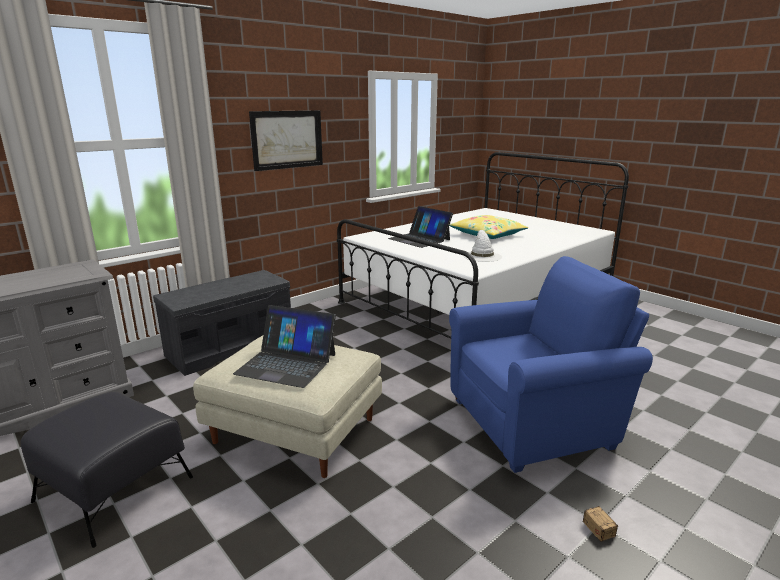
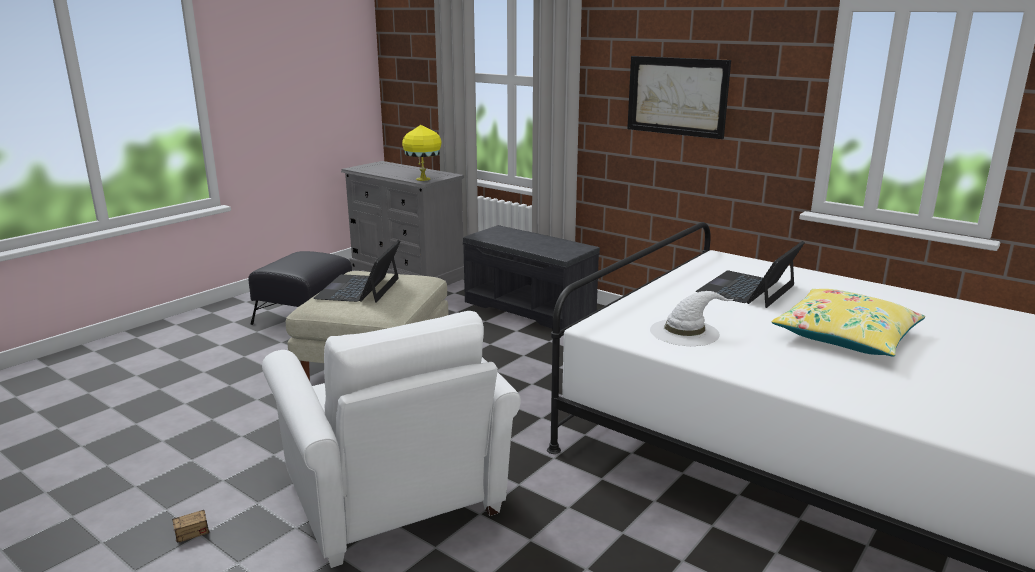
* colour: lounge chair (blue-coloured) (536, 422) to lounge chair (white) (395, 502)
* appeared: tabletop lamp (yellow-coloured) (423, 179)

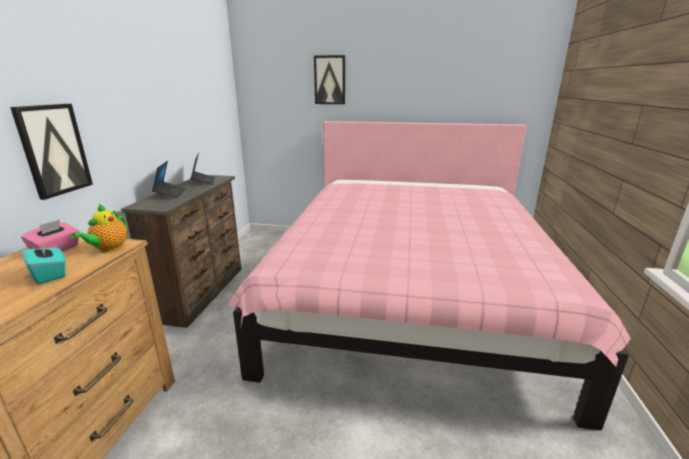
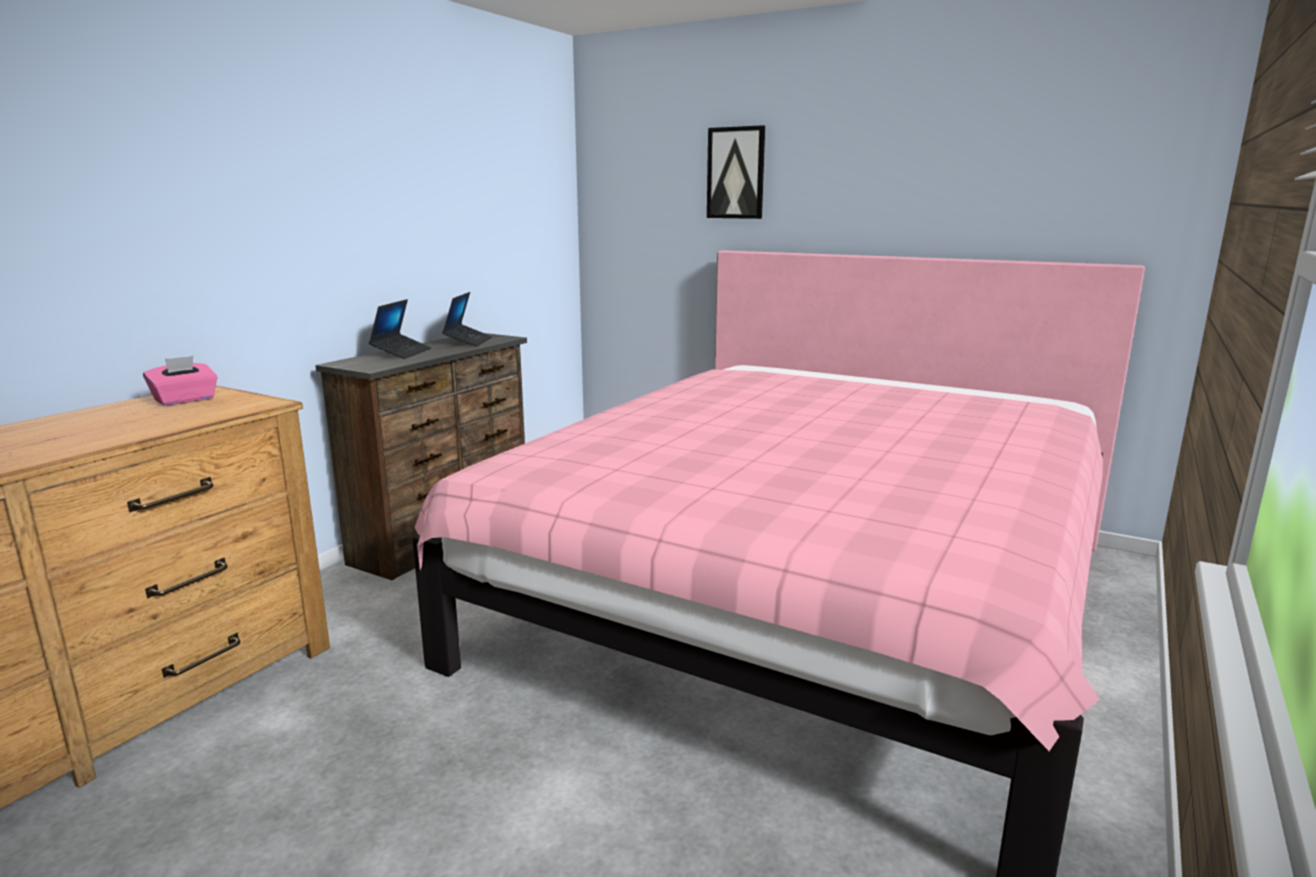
* missing: wall art (53, 150)
* missing: tissue box (turquoise) (50, 274)
* missing: tea pot (109, 249)

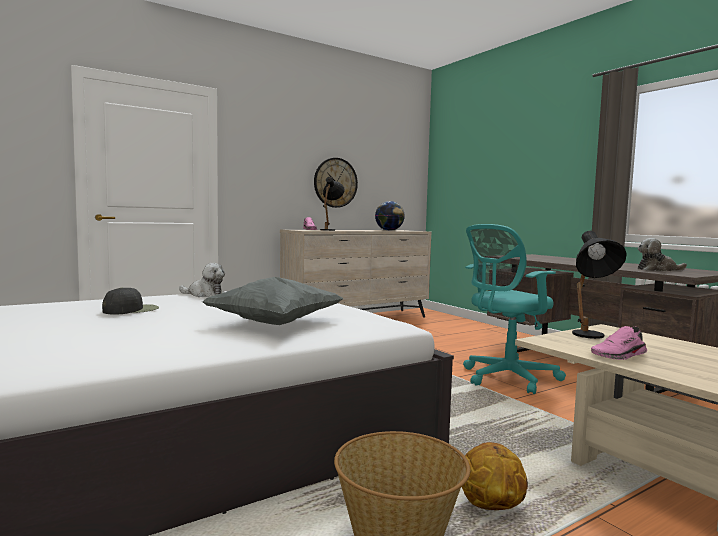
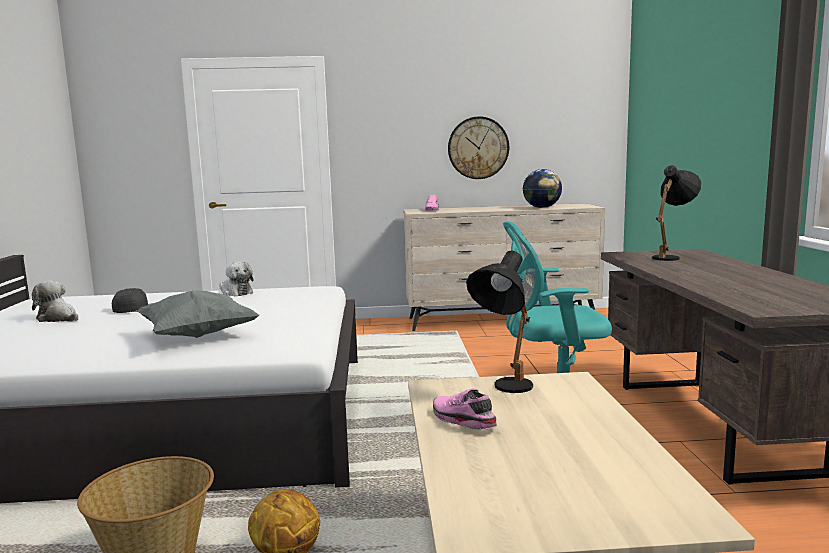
* relocated: cuddly toy (657, 270) to (58, 318)
* spun: low shoe (pink-coloured) (620, 356) = (461, 421) 45 degrees clockwise
* relocated: tabletop lamp (blackish) (330, 230) to (671, 257)

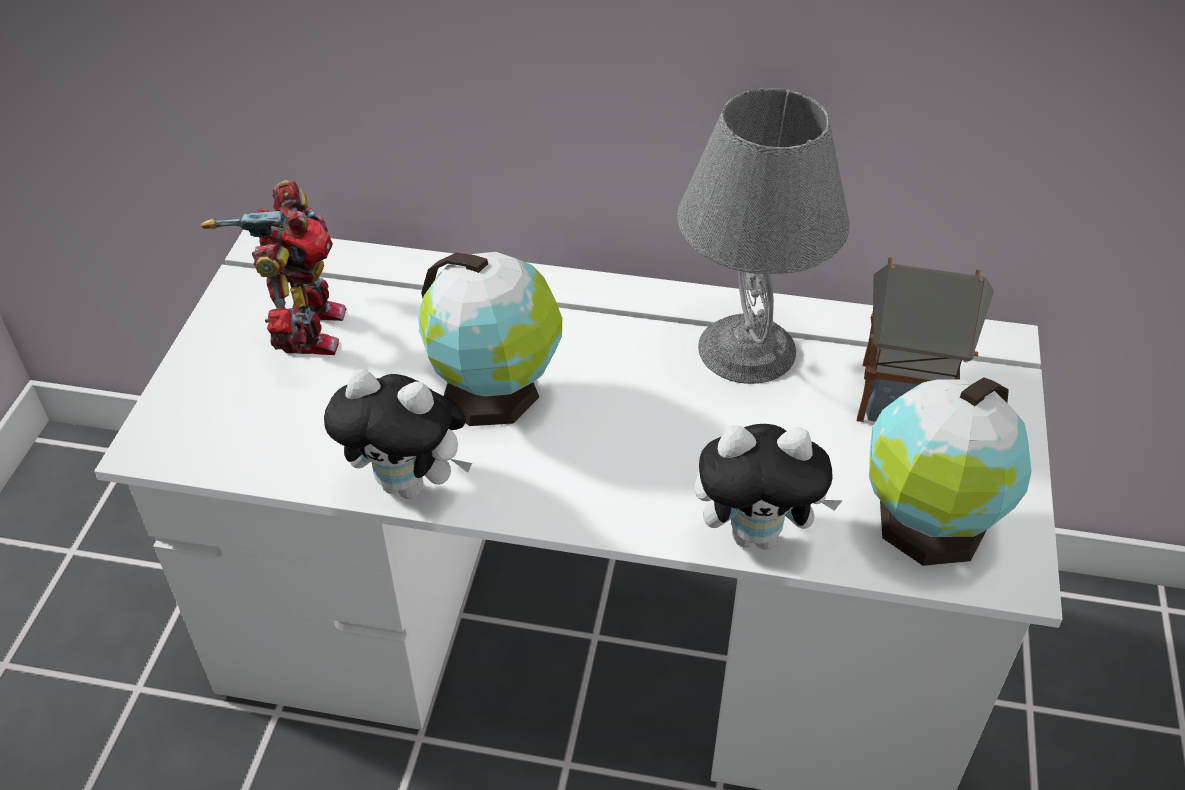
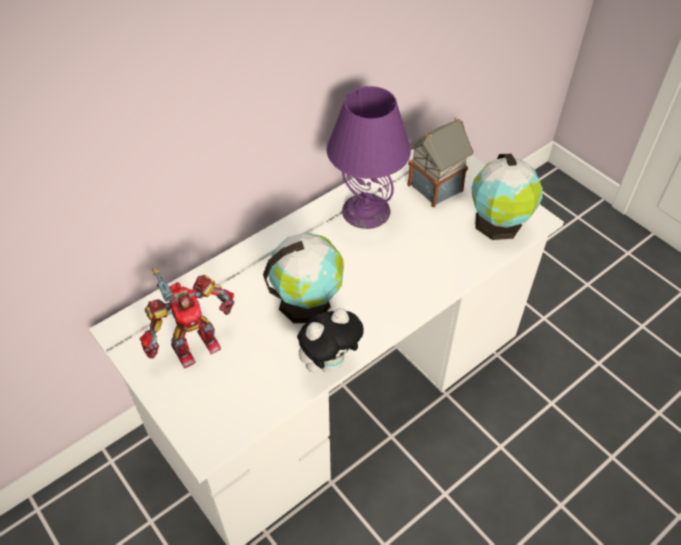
* spun: model robot (307, 330) = (194, 344) 105 degrees clockwise
* colour: tabletop lamp (gray) (745, 348) to tabletop lamp (purple) (365, 211)
* missing: cuddly toy (757, 533)

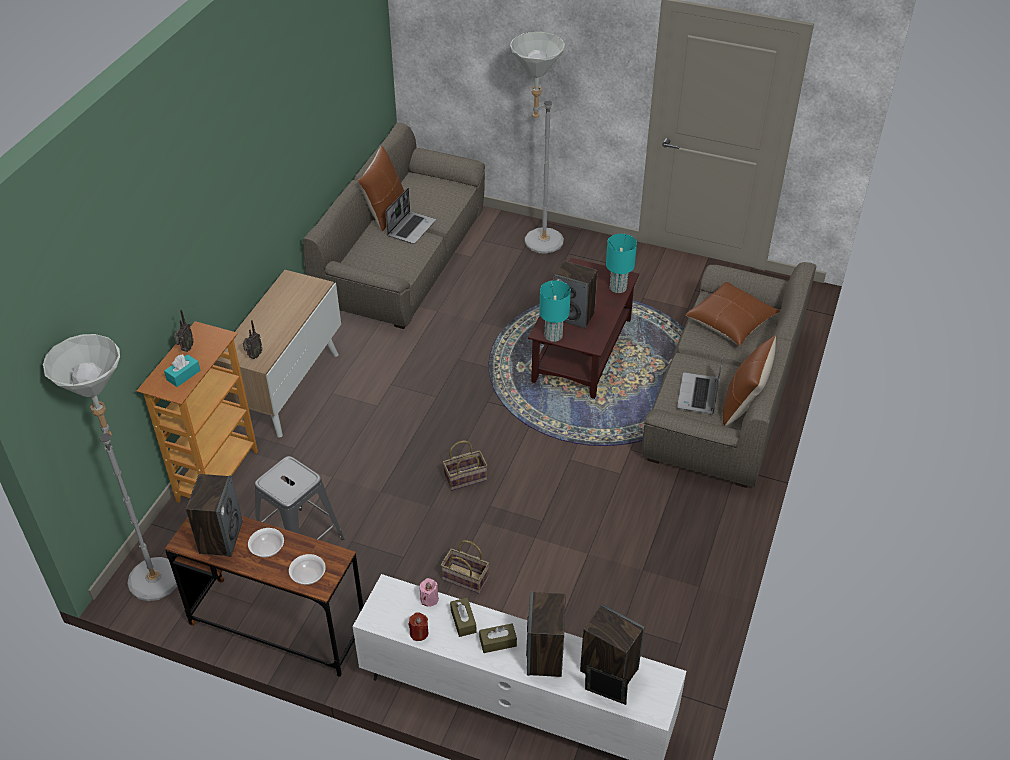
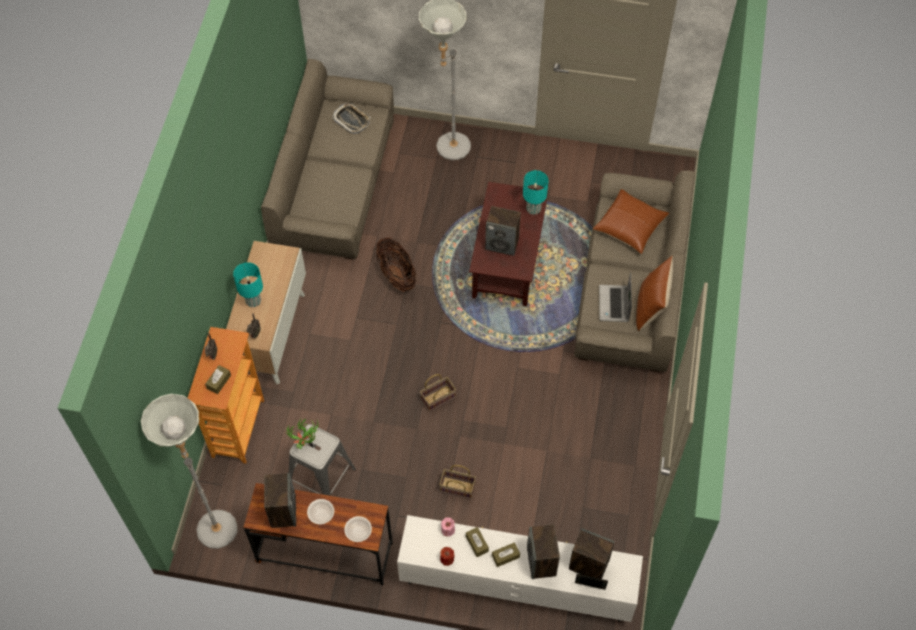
* colour: tissue box (turquoise) (183, 375) to tissue box (brown) (219, 382)
* relocated: tabletop lamp (turquoise) (553, 335) to (253, 300)
* appeared: potted plant (306, 443)
* appeared: carrying tray (351, 120)
* appeared: storage basket (396, 275)
* missing: pillow (brown) (384, 212)
* missing: notebook computer (411, 228)

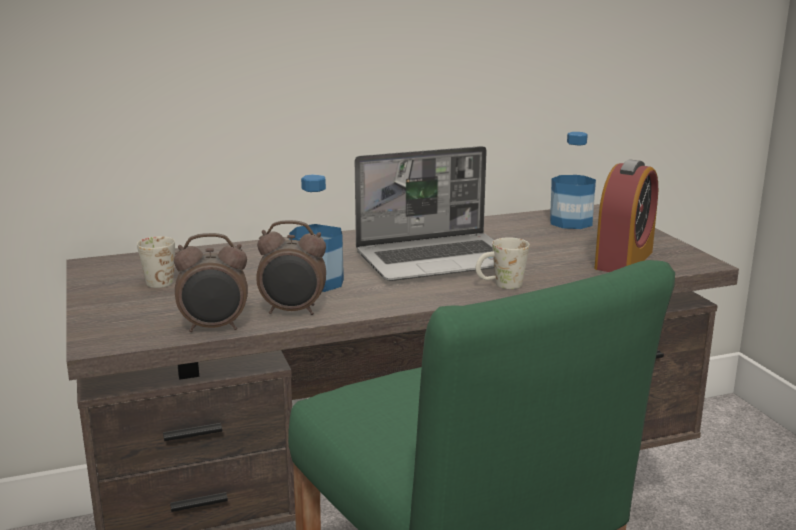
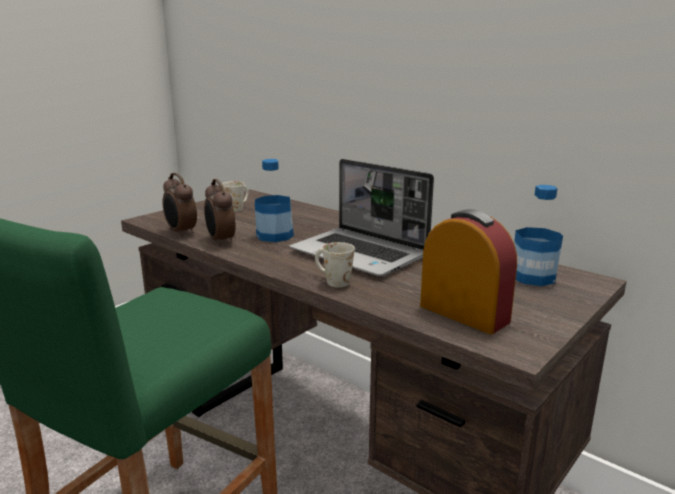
* spun: alarm clock (624, 260) = (464, 313) 135 degrees counterclockwise

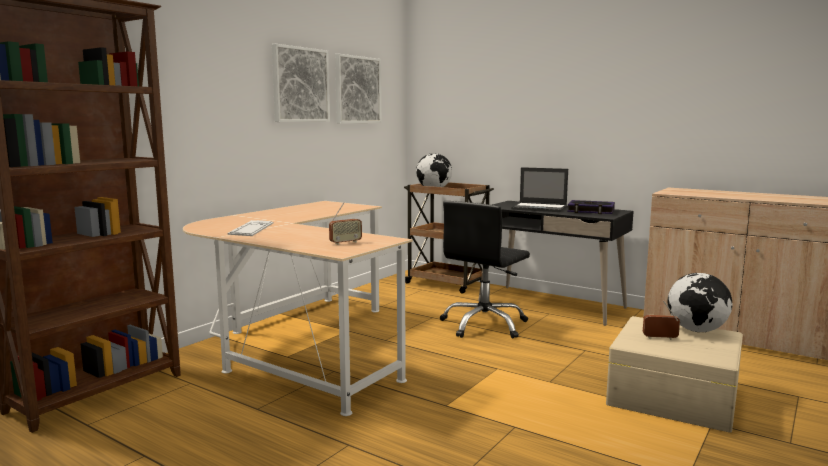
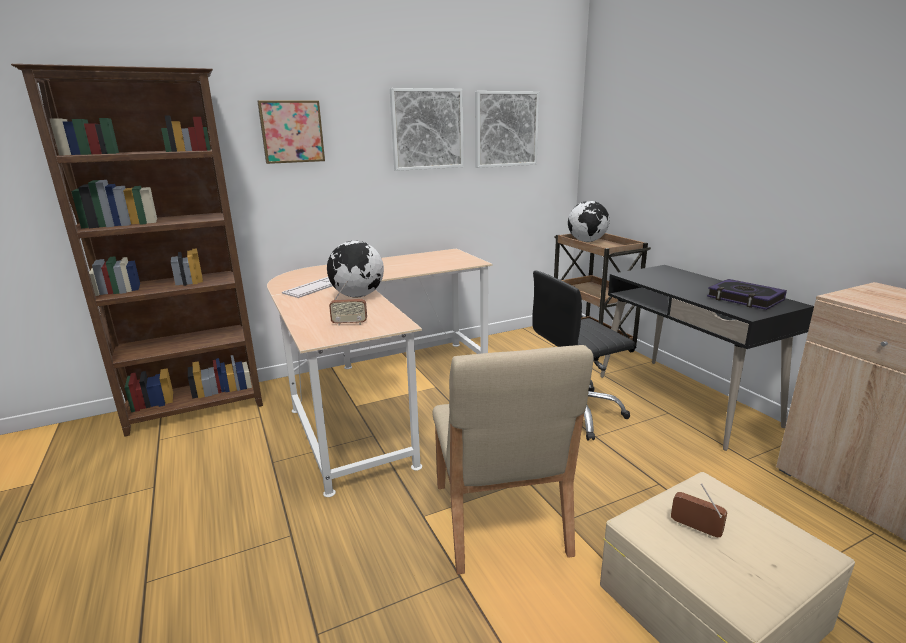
* appeared: wall art (291, 132)
* relocated: globe (697, 330) to (357, 296)
* appeared: chair (beige-coloured) (499, 519)
* missing: notebook computer (540, 208)

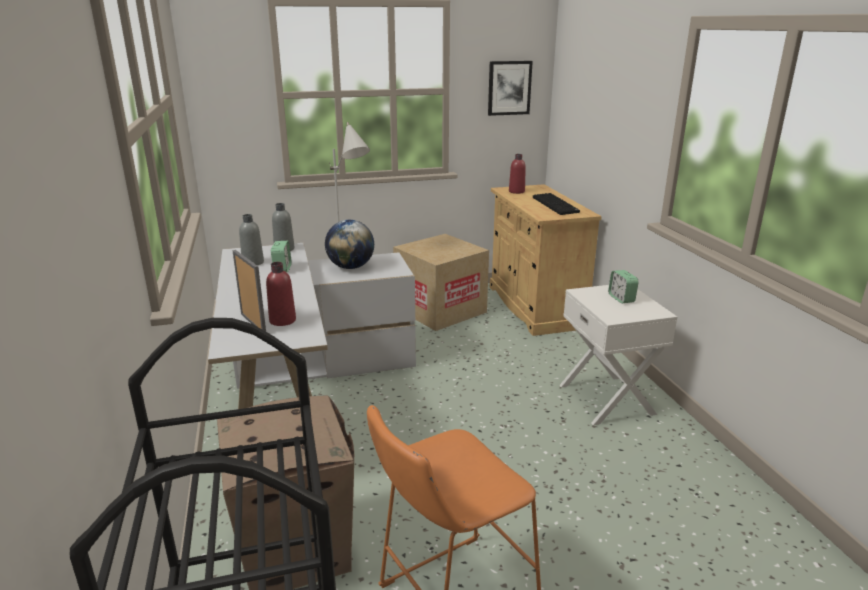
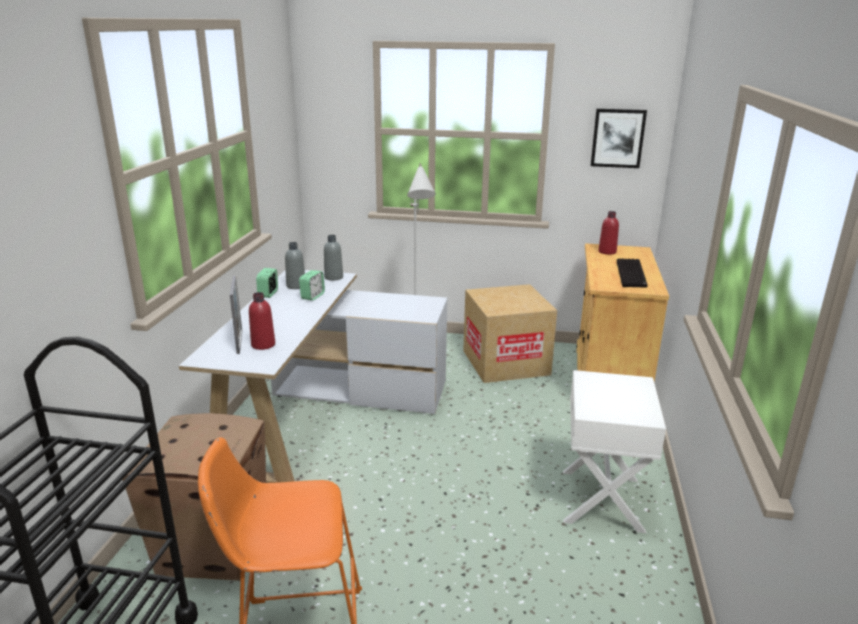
* relocated: alarm clock (621, 298) to (268, 294)
* missing: globe (351, 267)

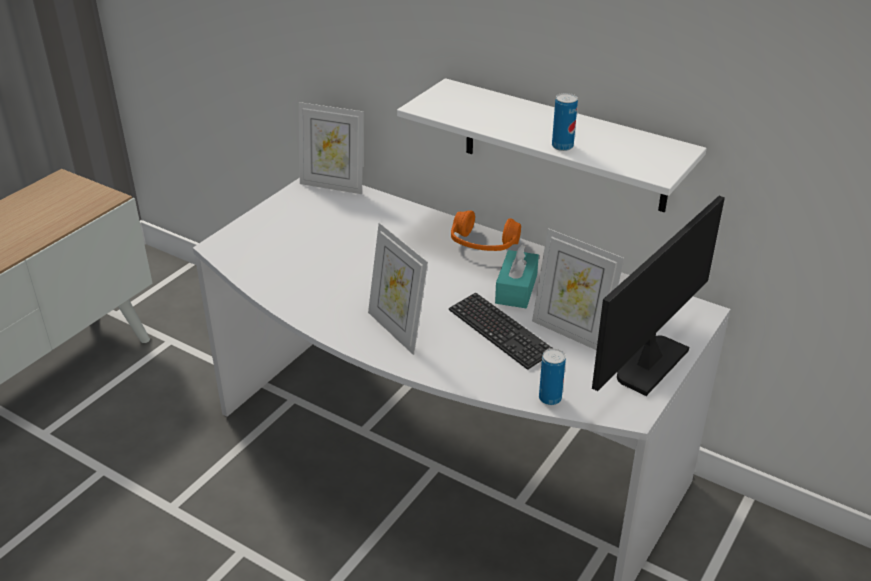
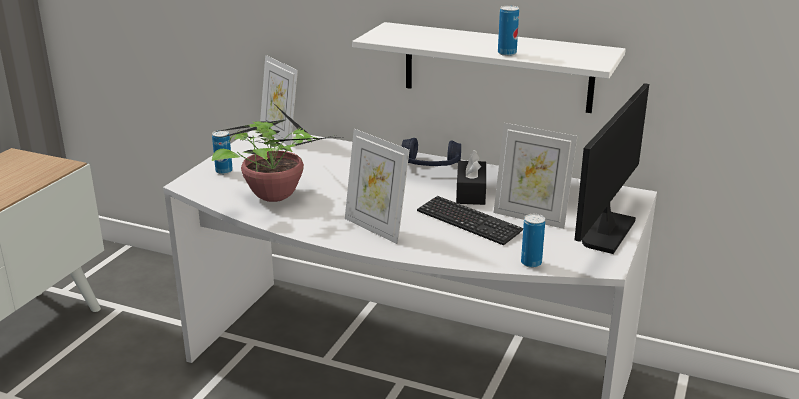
* appeared: potted plant (274, 194)
* appeared: sealed can (224, 171)
* spun: picture frame (333, 185) = (280, 136) 45 degrees clockwise
* colour: headphones (orangey) (483, 244) to headphones (blue-coloured) (430, 165)
* colour: tissue box (turquoise) (516, 289) to tissue box (blackish) (471, 192)

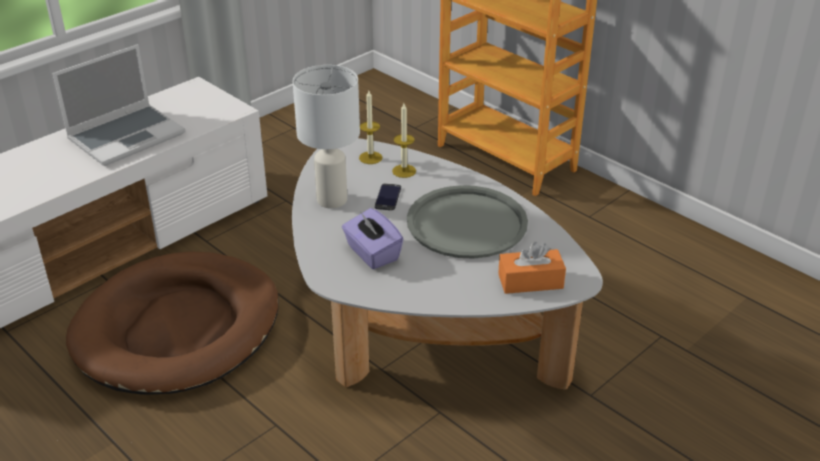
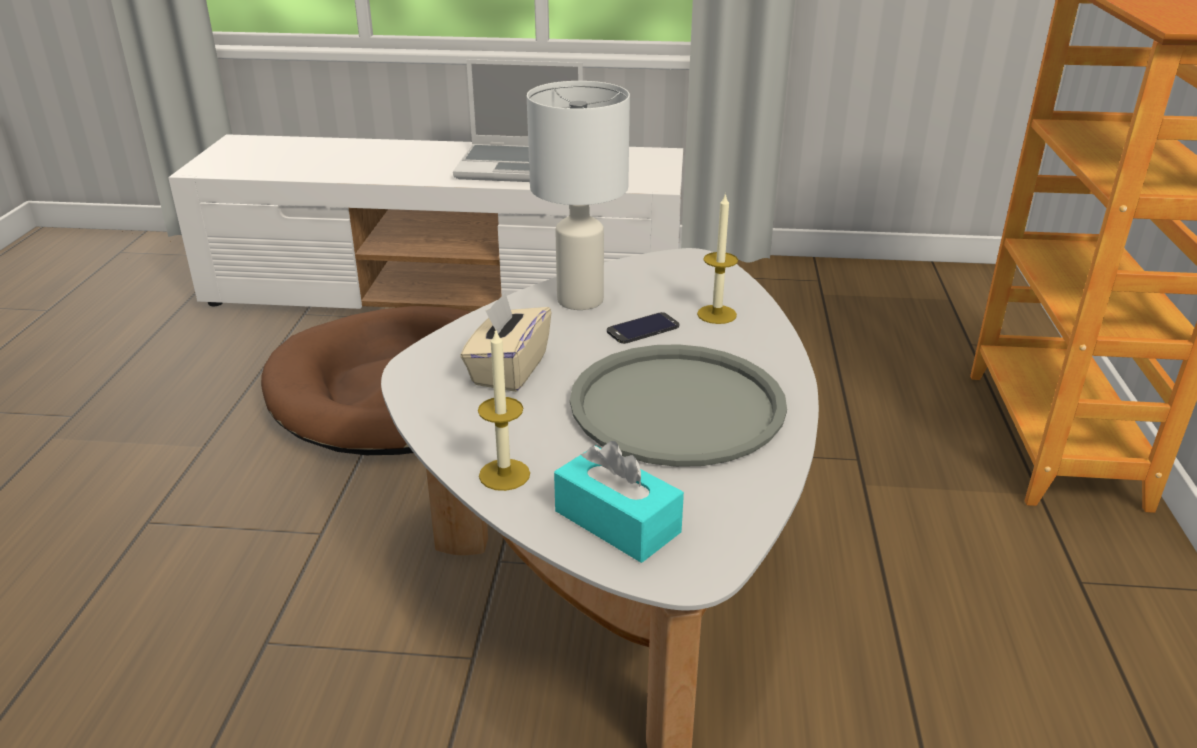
* colour: tissue box (purple) (372, 253) to tissue box (beige-coloured) (508, 370)
* relocated: candle (370, 157) to (504, 474)
* colour: tissue box (orangey) (530, 281) to tissue box (turquoise) (617, 521)

